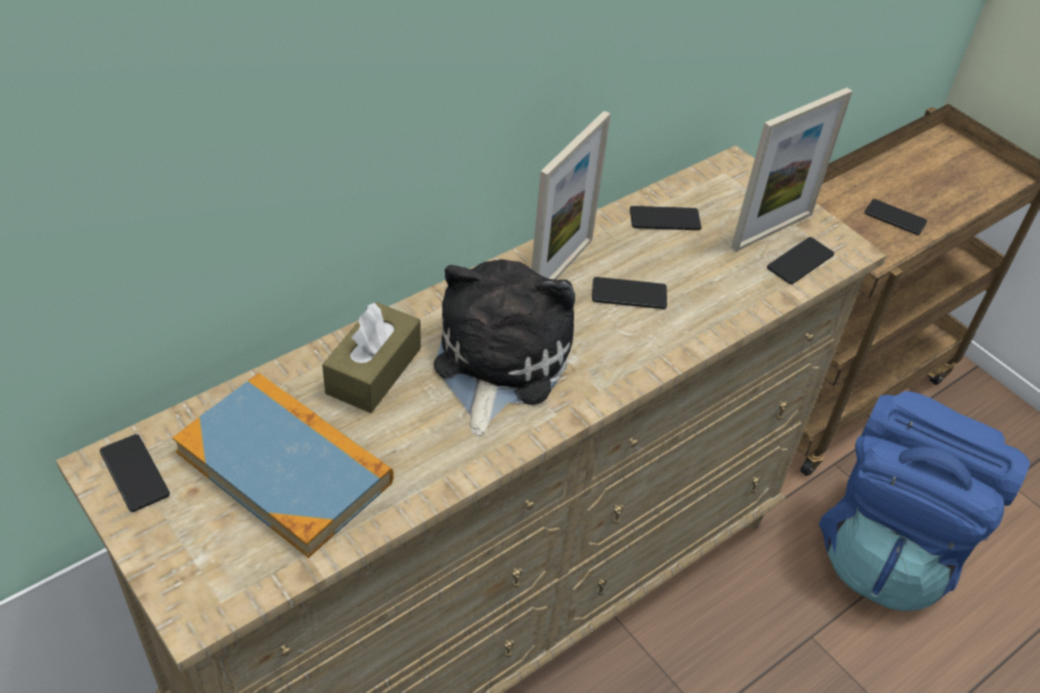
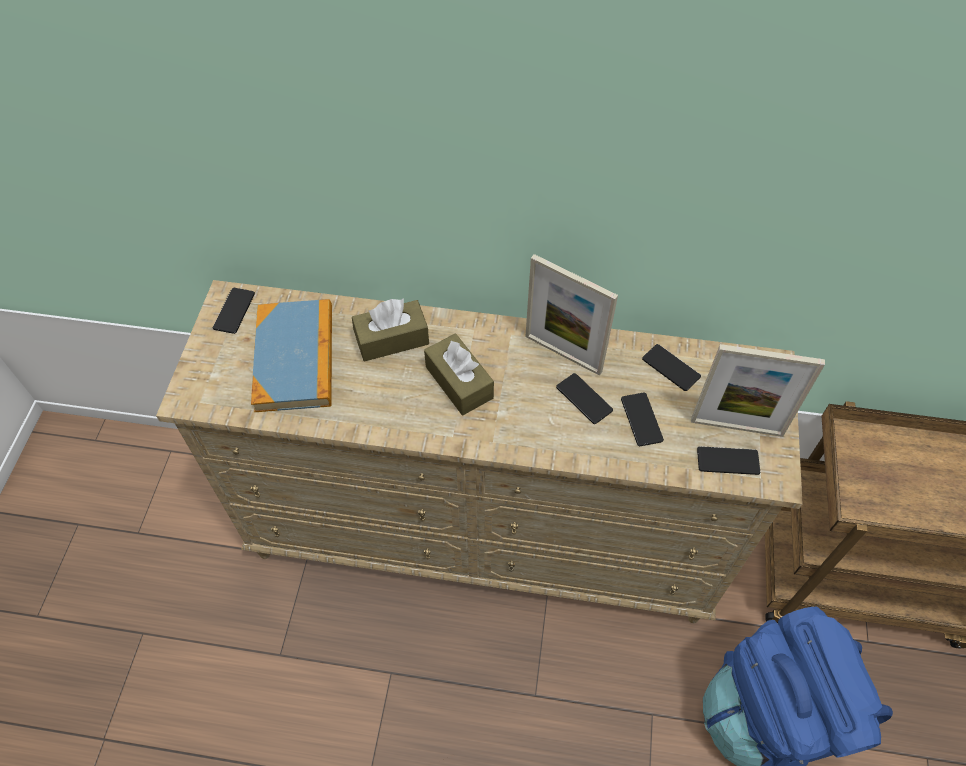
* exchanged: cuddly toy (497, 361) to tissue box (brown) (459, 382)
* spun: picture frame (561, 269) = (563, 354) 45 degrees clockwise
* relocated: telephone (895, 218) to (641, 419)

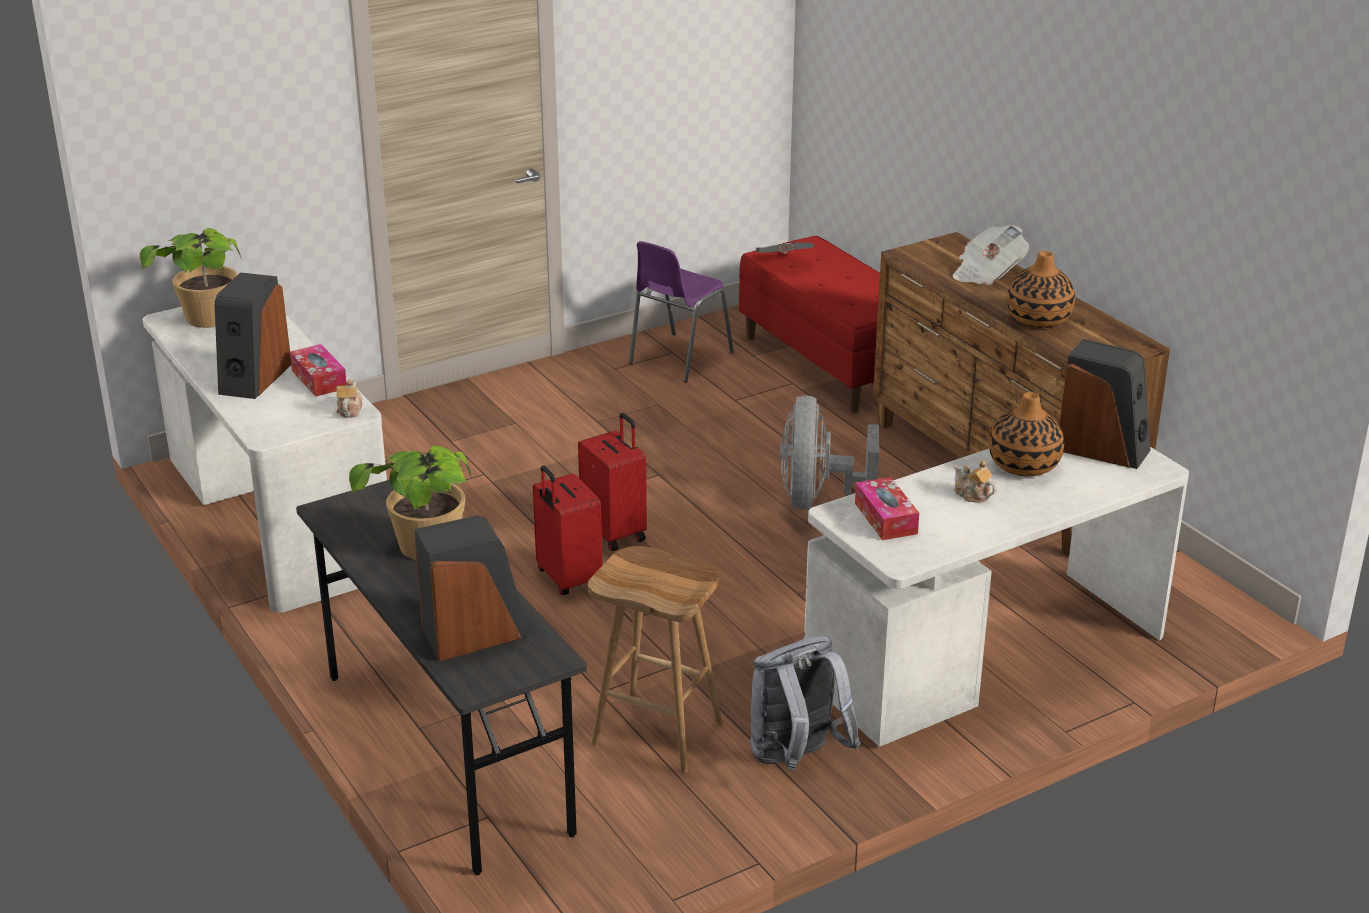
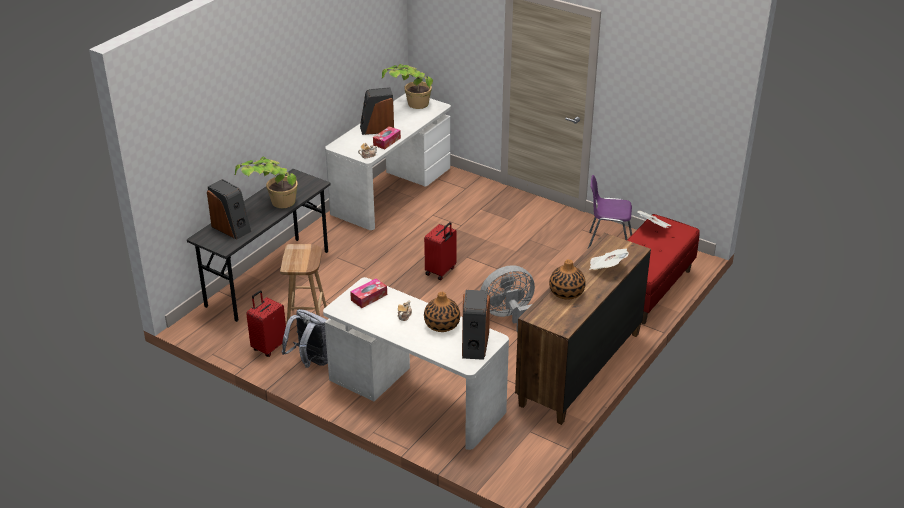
* relocated: travel case (reddish) (567, 579) to (269, 347)

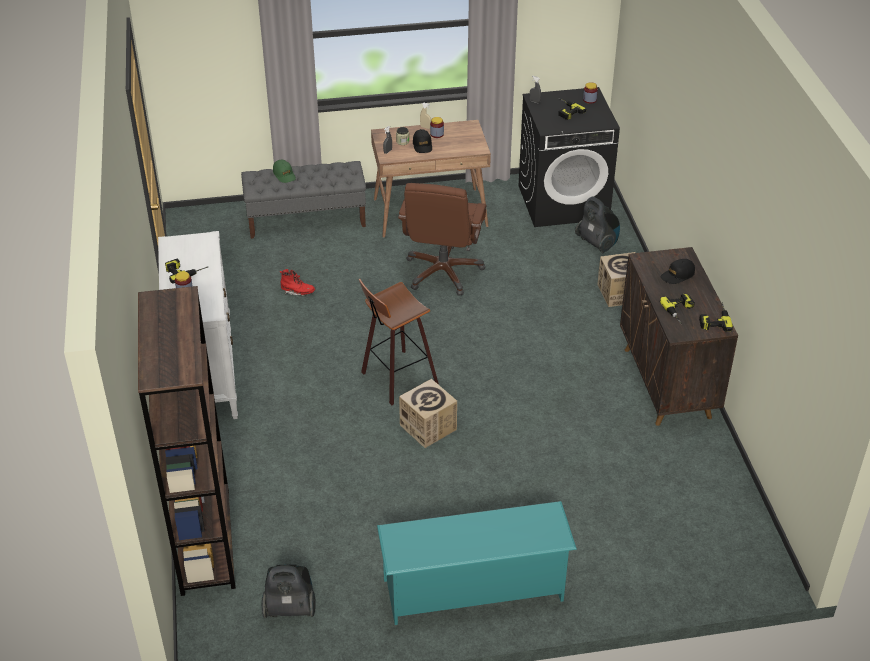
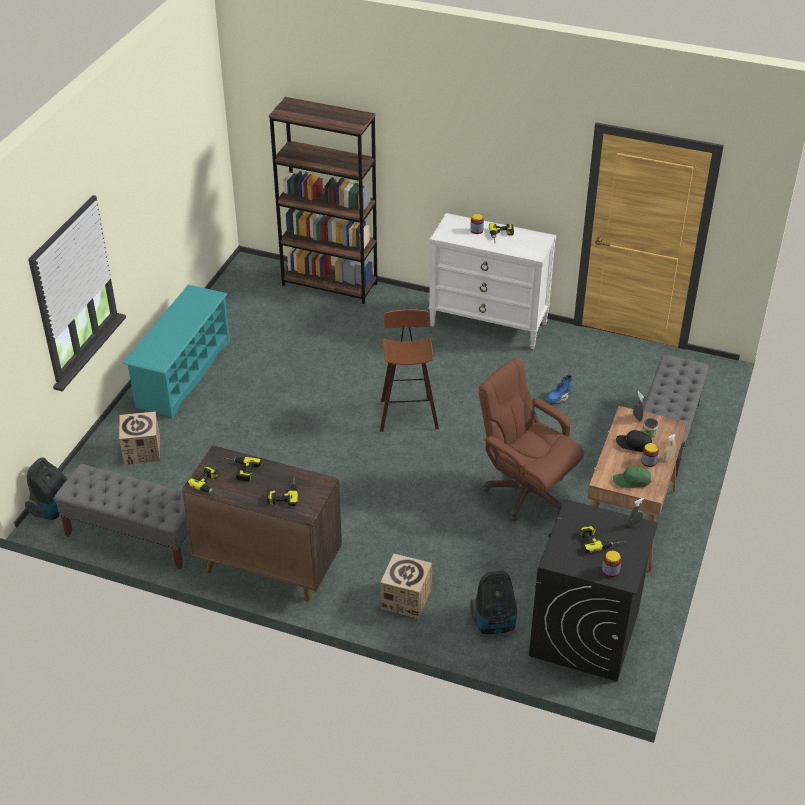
* relocated: hoover (290, 608) to (54, 509)
* appeared: long seat (gray) (133, 536)
* relocated: carton (428, 427) to (142, 451)
* exchanged: baseball cap (blackish) (677, 275) to drill (283, 493)
* colour: boot (reddish) (298, 292) to boot (blue-coloured) (558, 397)
* relocated: baseball cap (green-coloured) (284, 175) to (631, 481)

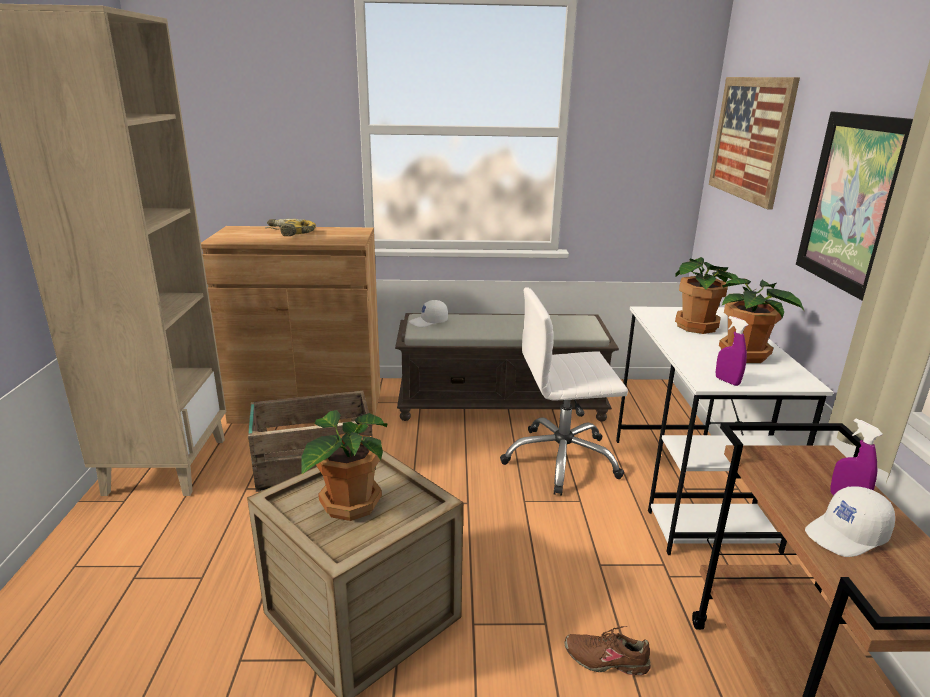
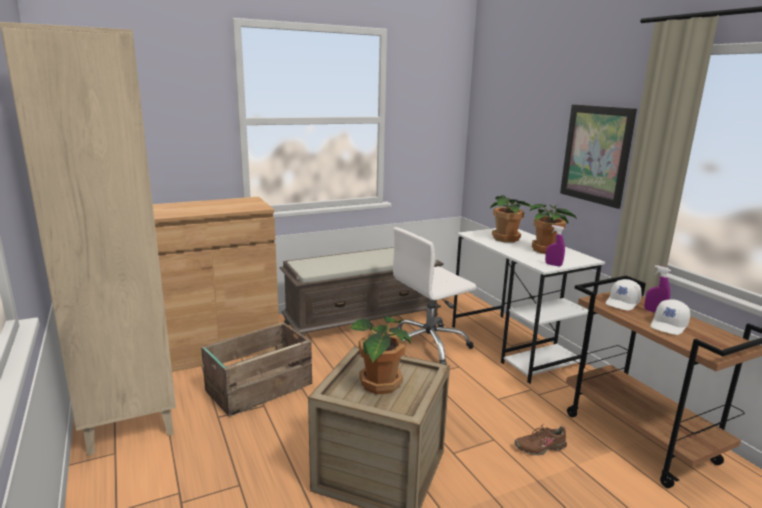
* relocated: baseball cap (white) (429, 322) to (622, 303)
* missing: drill (289, 233)
* missing: wall art (750, 138)

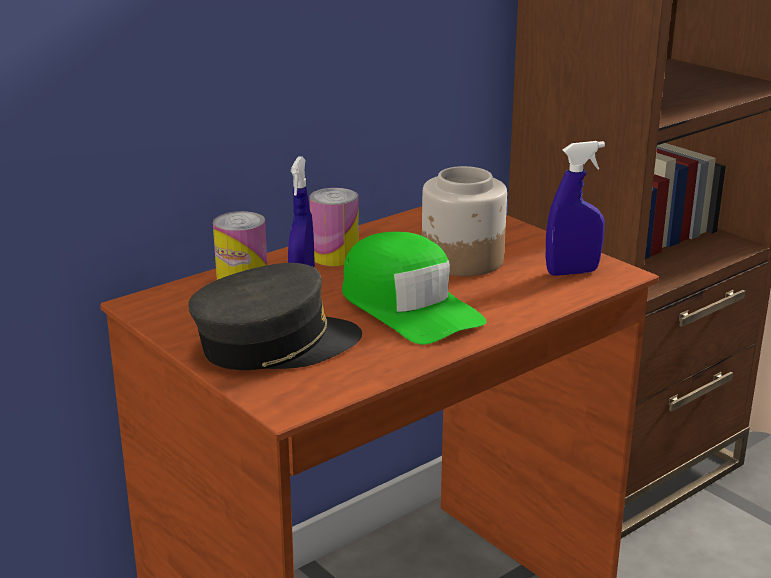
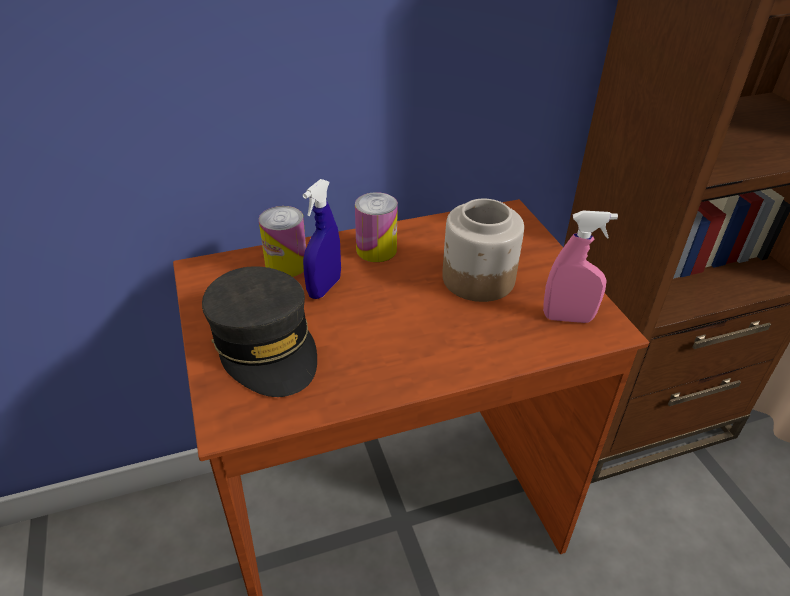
* spun: baseball cap (gray) (275, 345) = (265, 344) 60 degrees clockwise
* colour: sprayer (blue-coloured) (572, 272) to sprayer (pink-coloured) (567, 318)
* missing: baseball cap (green-coloured) (408, 306)

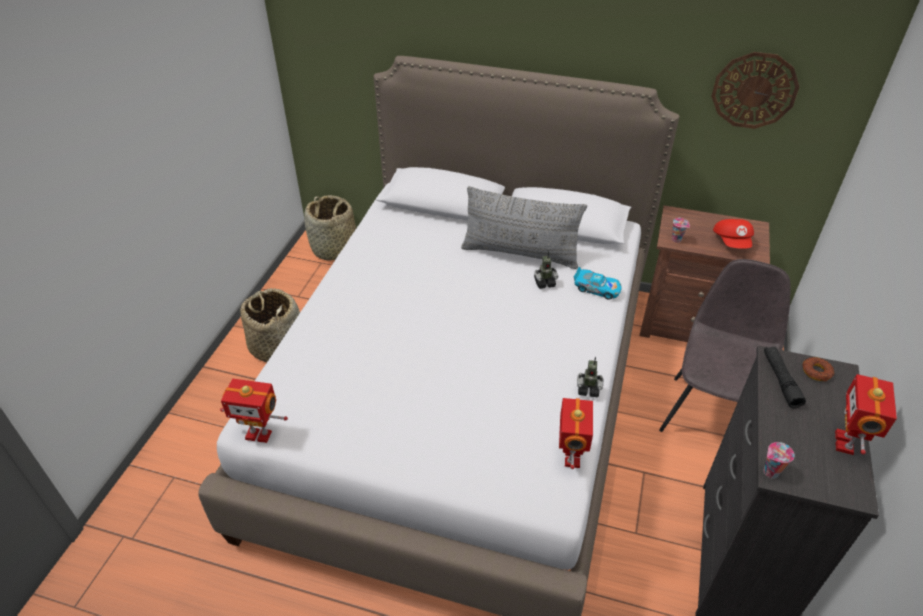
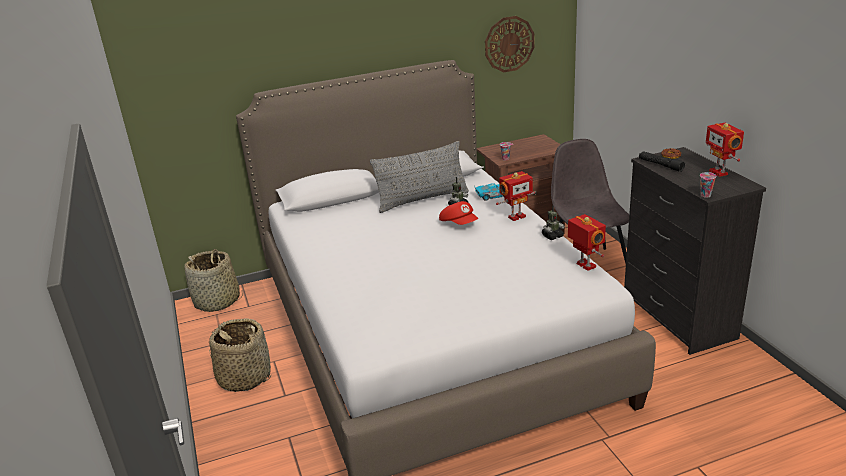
* relocated: baseball cap (reddish) (732, 242) to (459, 223)
* relocated: model robot (259, 434) to (516, 217)

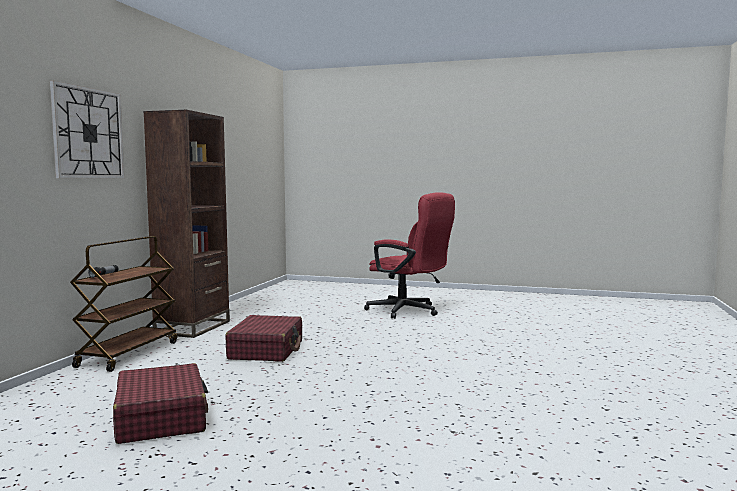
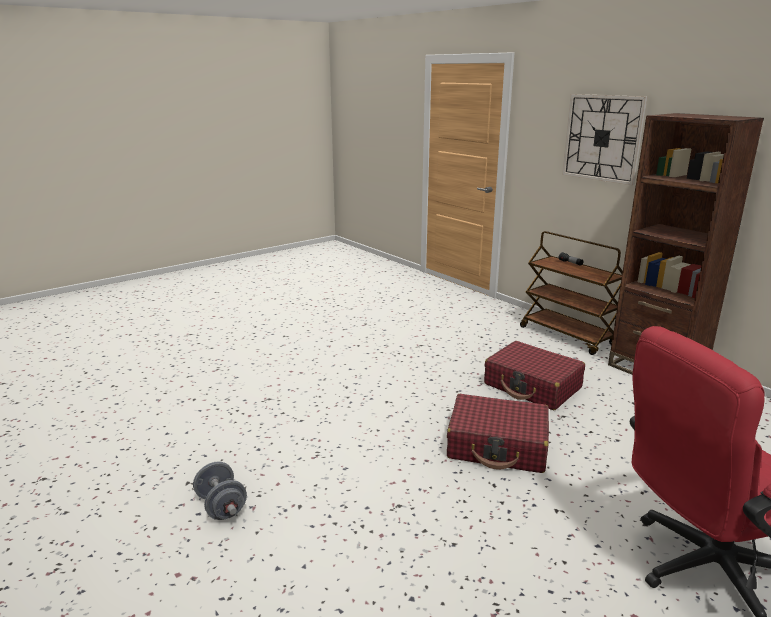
* appeared: dumbbell (gray) (221, 506)
* relocated: travel case (reddish) (161, 418) to (497, 446)

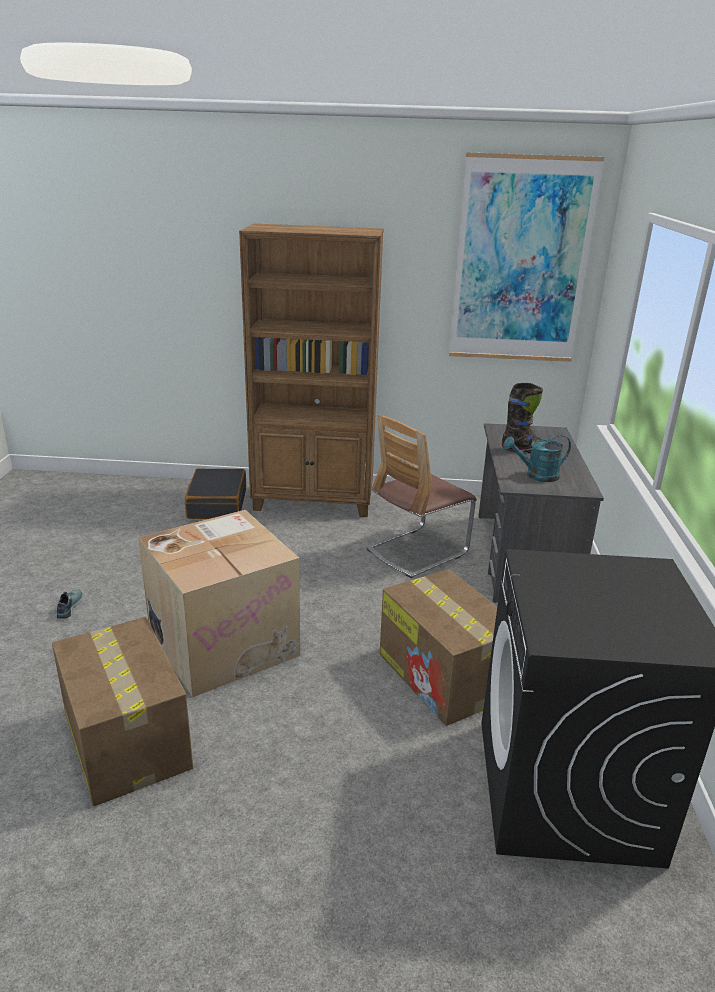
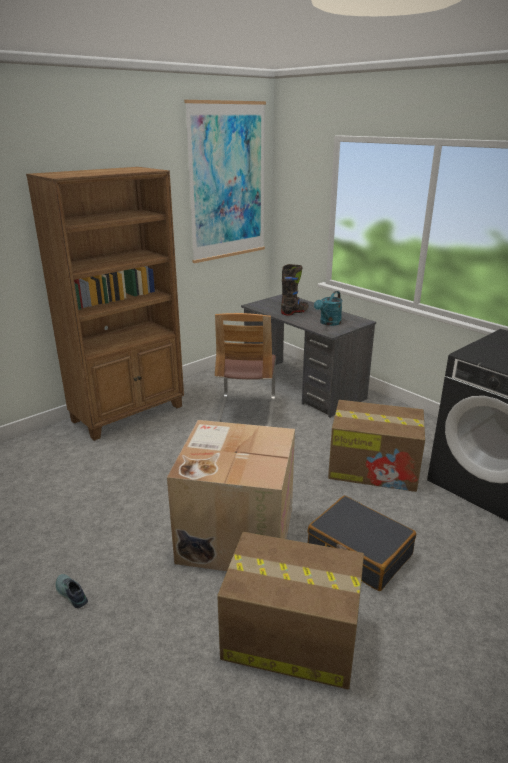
* relocated: travel case (blackish) (217, 504) to (358, 552)

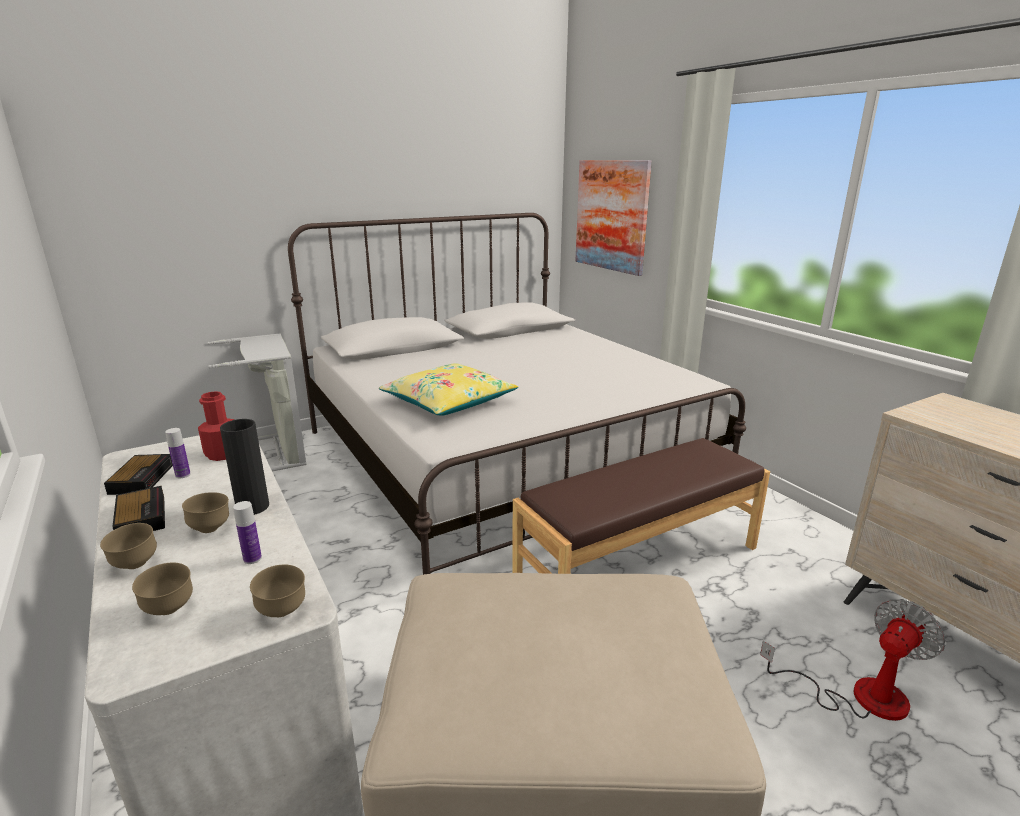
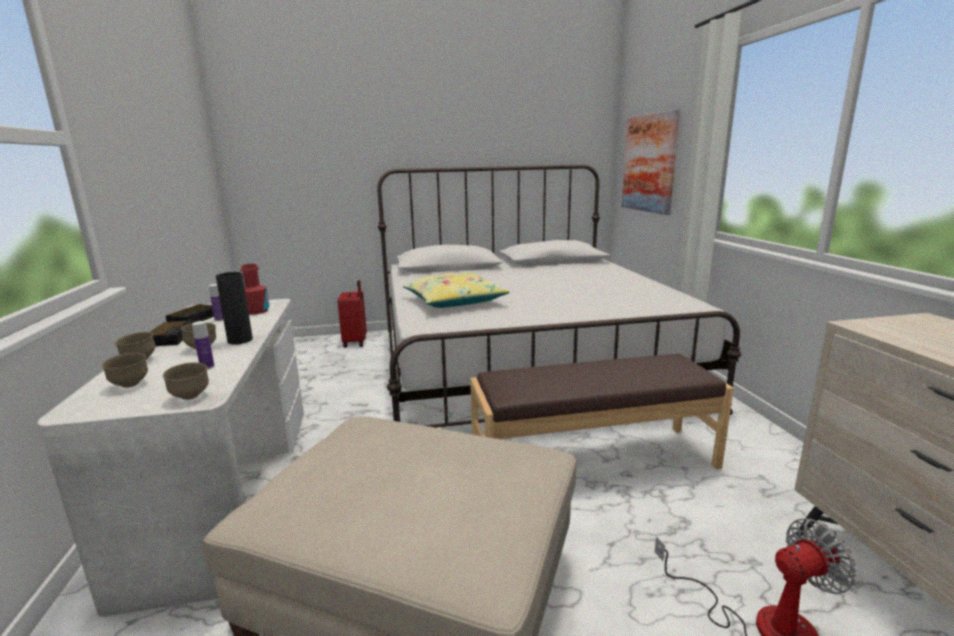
* exchanged: hamper (gray) (277, 453) to travel case (reddish) (356, 342)

